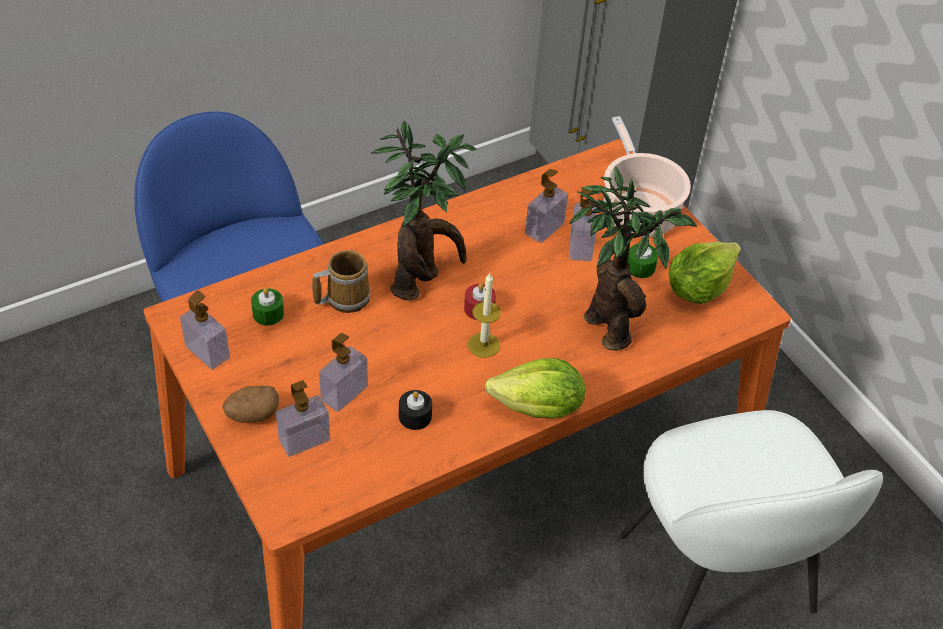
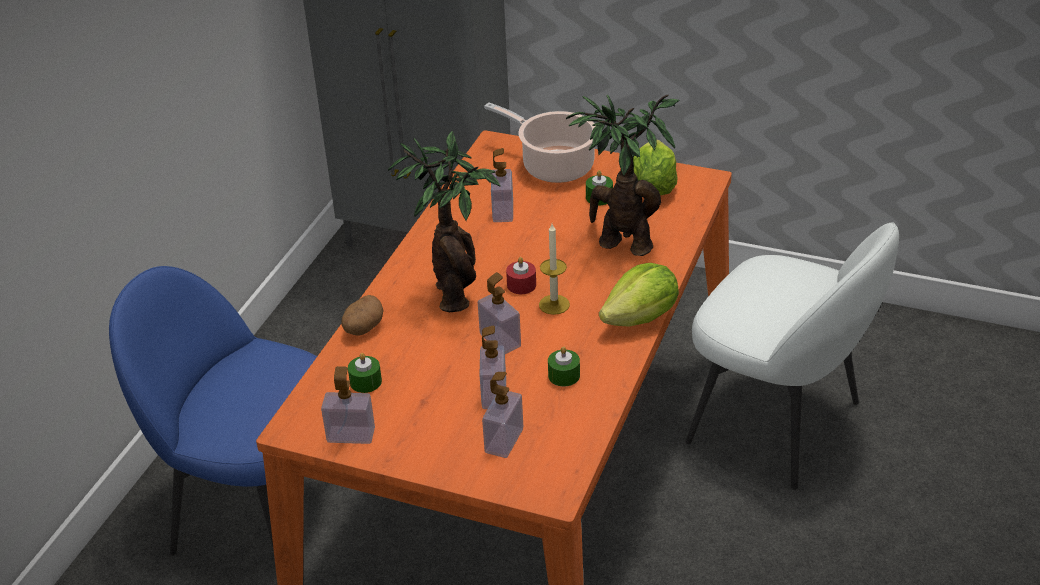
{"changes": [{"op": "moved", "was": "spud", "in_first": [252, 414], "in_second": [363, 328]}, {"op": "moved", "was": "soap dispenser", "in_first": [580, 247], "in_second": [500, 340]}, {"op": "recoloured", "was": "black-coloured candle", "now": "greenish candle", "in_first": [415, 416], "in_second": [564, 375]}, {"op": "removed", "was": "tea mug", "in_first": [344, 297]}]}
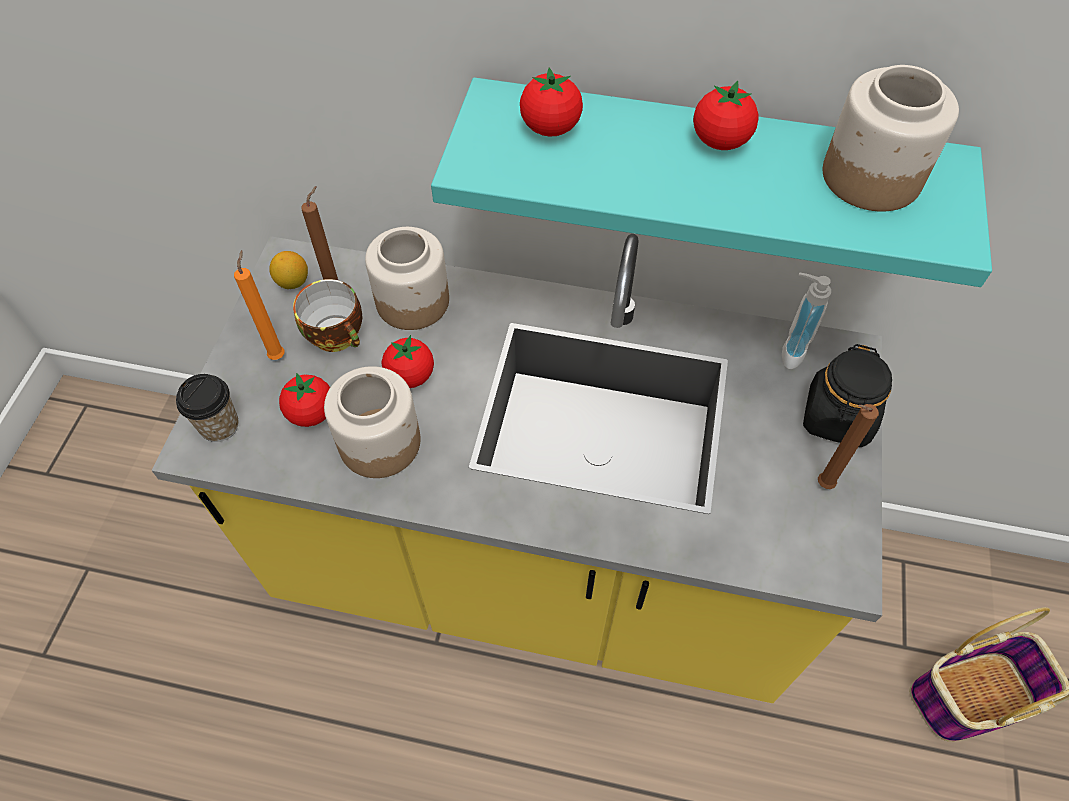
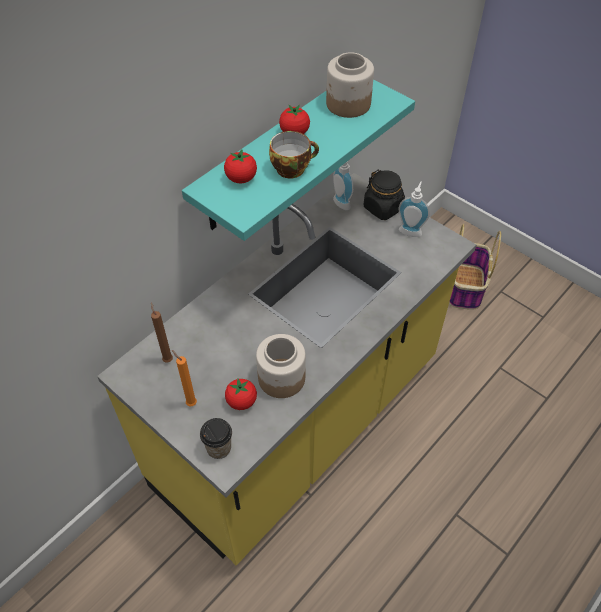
{"changes": [{"op": "moved", "was": "small cup", "in_first": [338, 335], "in_second": [292, 168]}, {"op": "replaced", "was": "brown candle", "now": "soap dispenser", "in_first": [821, 484], "in_second": [411, 230]}, {"op": "removed", "was": "lemon", "in_first": [293, 282]}, {"op": "removed", "was": "storage jar", "in_first": [413, 301]}, {"op": "removed", "was": "whole tomato", "in_first": [410, 376]}]}
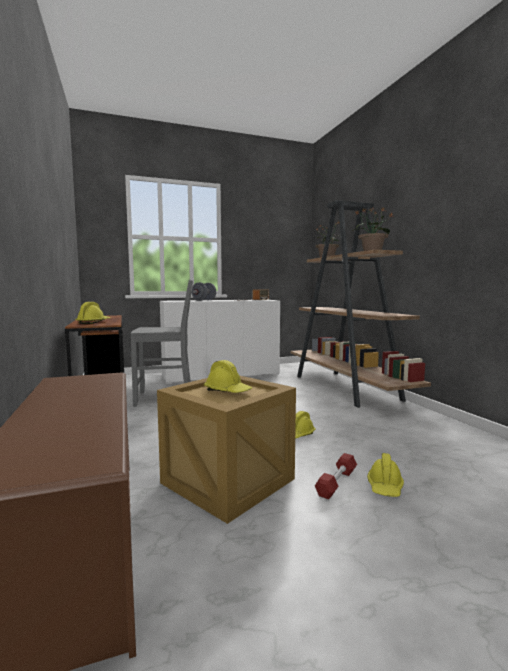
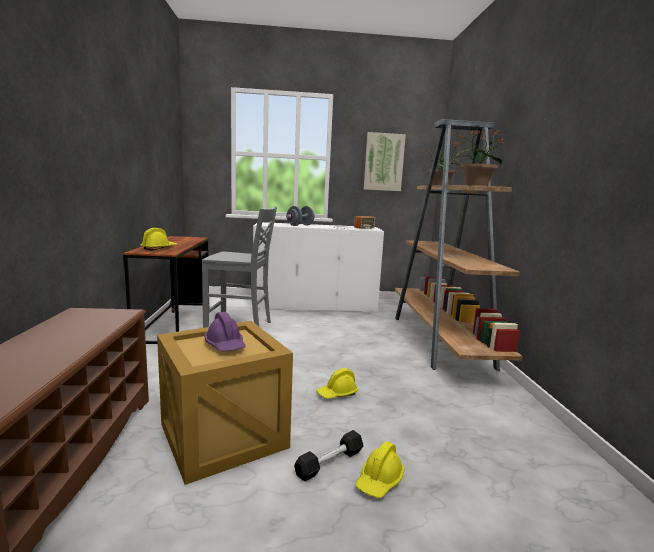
{"changes": [{"op": "recoloured", "was": "yellow-coloured hard hat", "now": "purple hard hat", "in_first": [228, 391], "in_second": [225, 345]}, {"op": "recoloured", "was": "red-coloured free weight", "now": "black-coloured free weight", "in_first": [336, 483], "in_second": [329, 463]}, {"op": "added", "now": "wall picture", "in_second": [383, 162]}]}
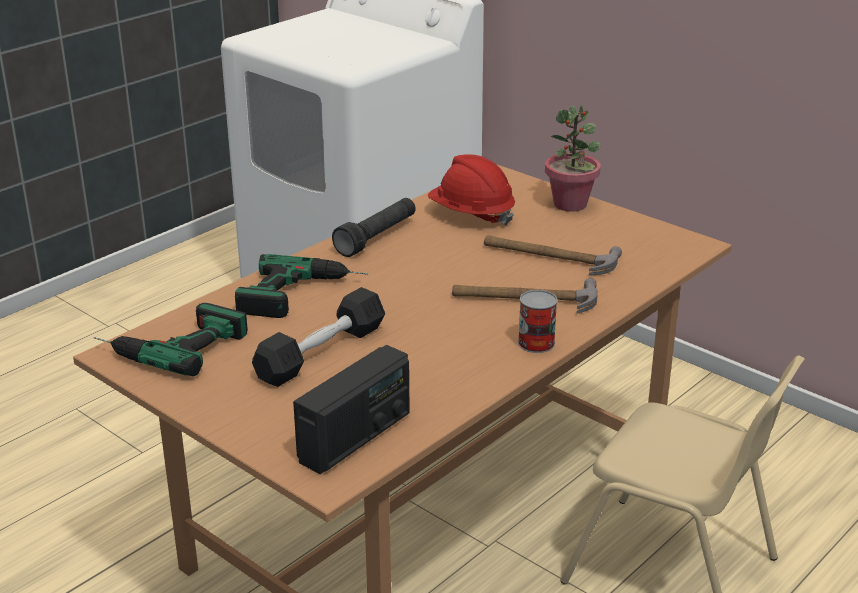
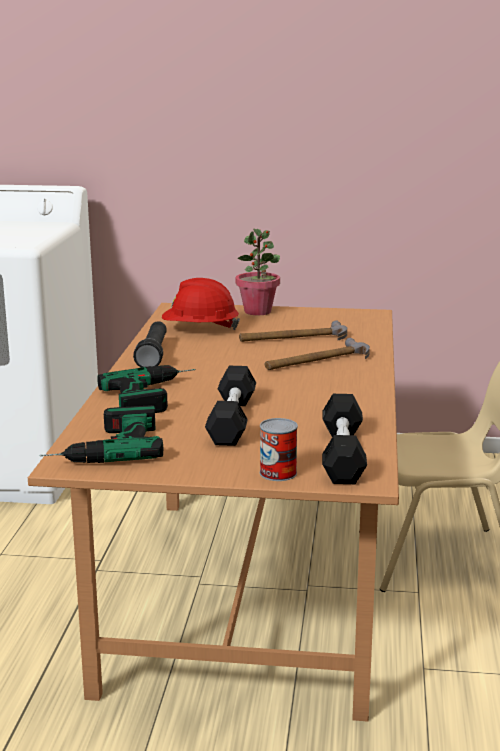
{"changes": [{"op": "moved", "was": "metal can", "in_first": [536, 343], "in_second": [278, 473]}, {"op": "replaced", "was": "radio receiver", "now": "black-coloured free weight", "in_first": [355, 437], "in_second": [342, 454]}]}
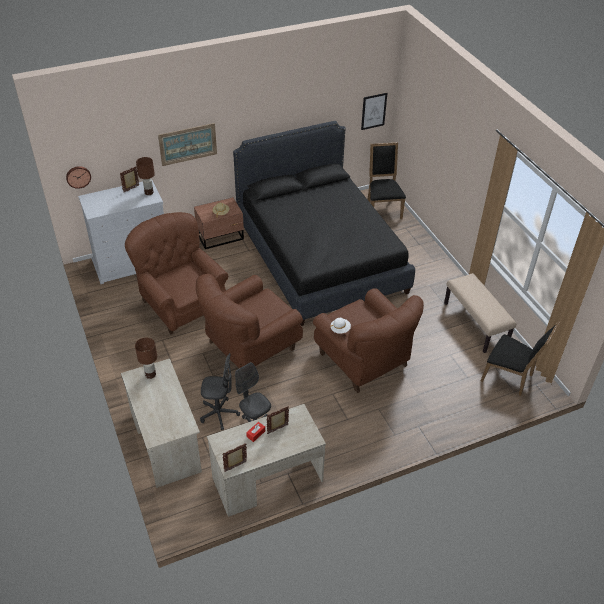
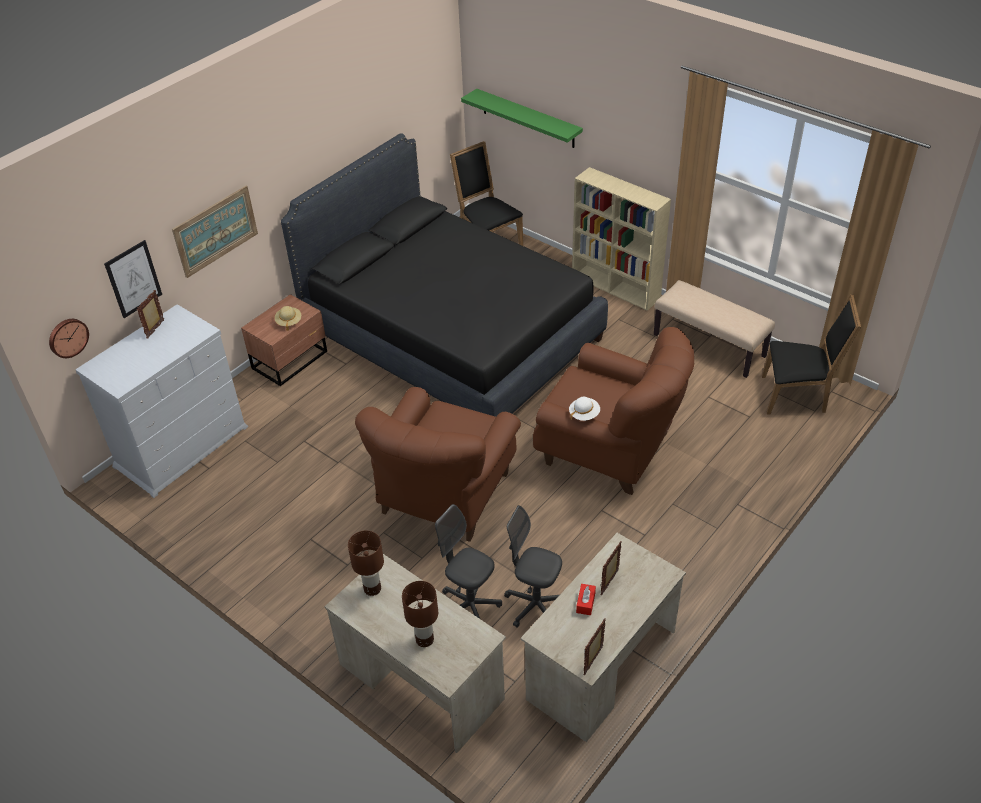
{"changes": [{"op": "moved", "was": "wall picture", "in_first": [373, 111], "in_second": [133, 279]}, {"op": "moved", "was": "brown lamp for a table", "in_first": [149, 192], "in_second": [424, 639]}, {"op": "turned", "was": "grey office chair", "in_first": [219, 414], "in_second": [469, 606], "clockwise": -120}, {"op": "added", "now": "greenish wall shelf", "in_second": [528, 118]}, {"op": "added", "now": "sand-coloured bookshelf", "in_second": [616, 287]}, {"op": "removed", "was": "brown easy chair", "in_first": [181, 304]}]}
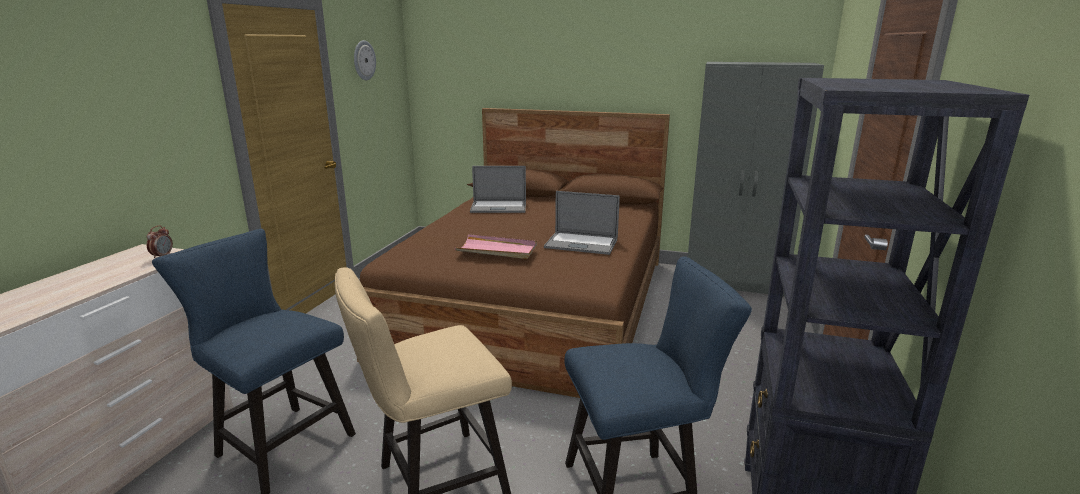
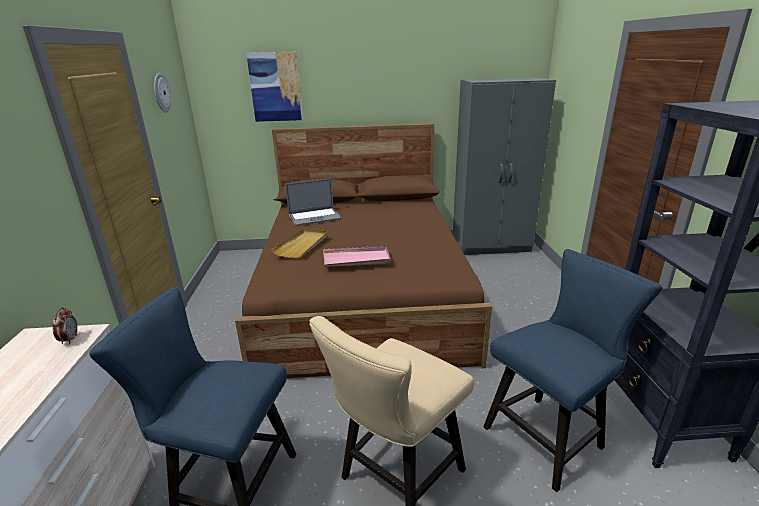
{"changes": [{"op": "added", "now": "wall picture", "in_second": [275, 87]}, {"op": "added", "now": "sand-coloured carrying tray", "in_second": [302, 245]}, {"op": "removed", "was": "laptop", "in_first": [581, 244]}]}
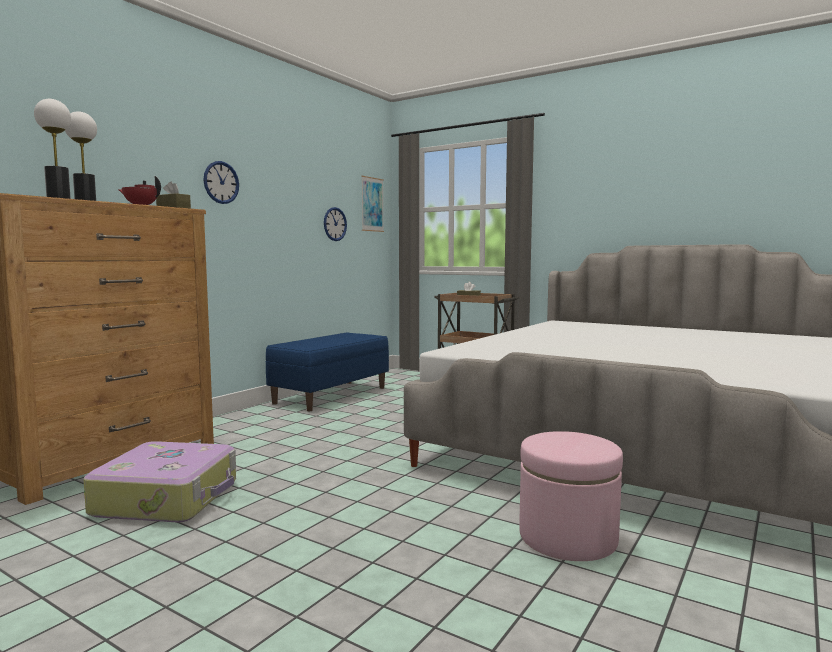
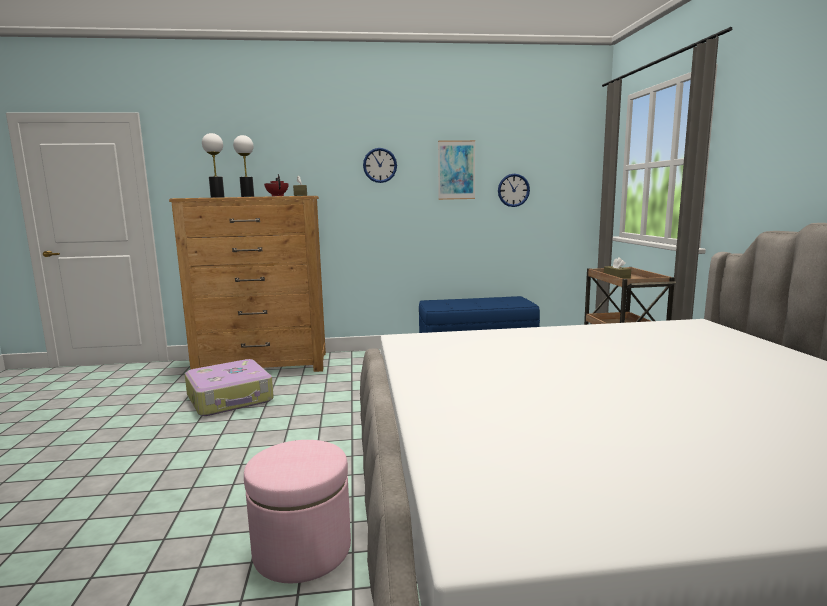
{"changes": [{"op": "moved", "was": "wall picture", "in_first": [372, 204], "in_second": [456, 170]}]}
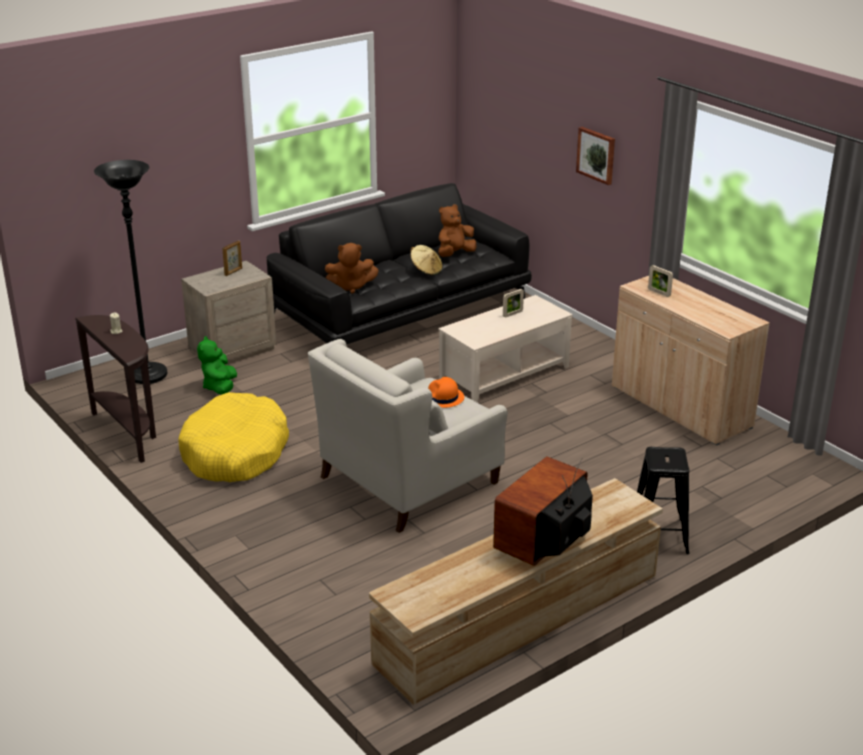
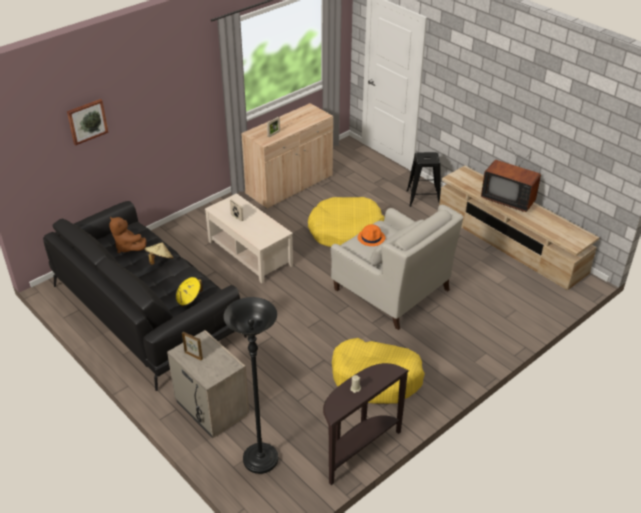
{"changes": [{"op": "moved", "was": "wall picture", "in_first": [596, 155], "in_second": [87, 121]}, {"op": "replaced", "was": "brown soft toy", "now": "yellow-coloured clothing hat", "in_first": [351, 287], "in_second": [189, 299]}, {"op": "added", "now": "yellow-coloured pet bed", "in_second": [345, 230]}, {"op": "removed", "was": "greenish soft toy", "in_first": [220, 387]}]}
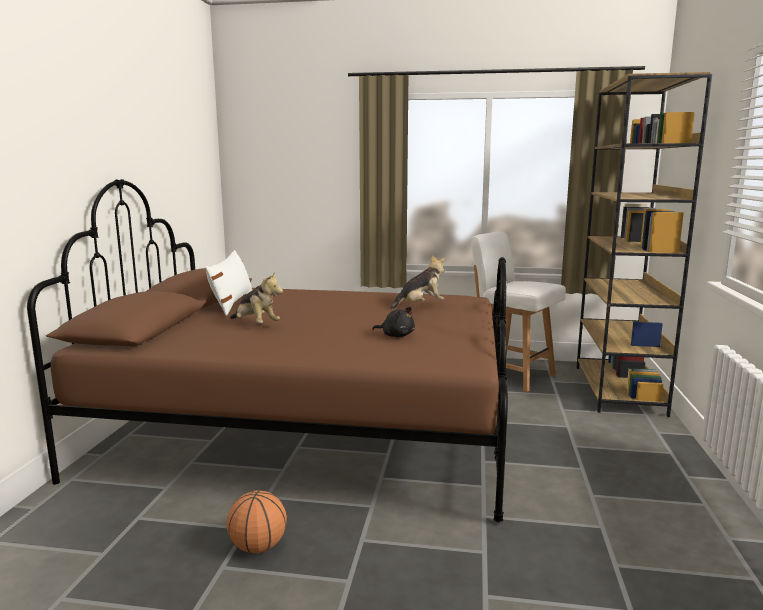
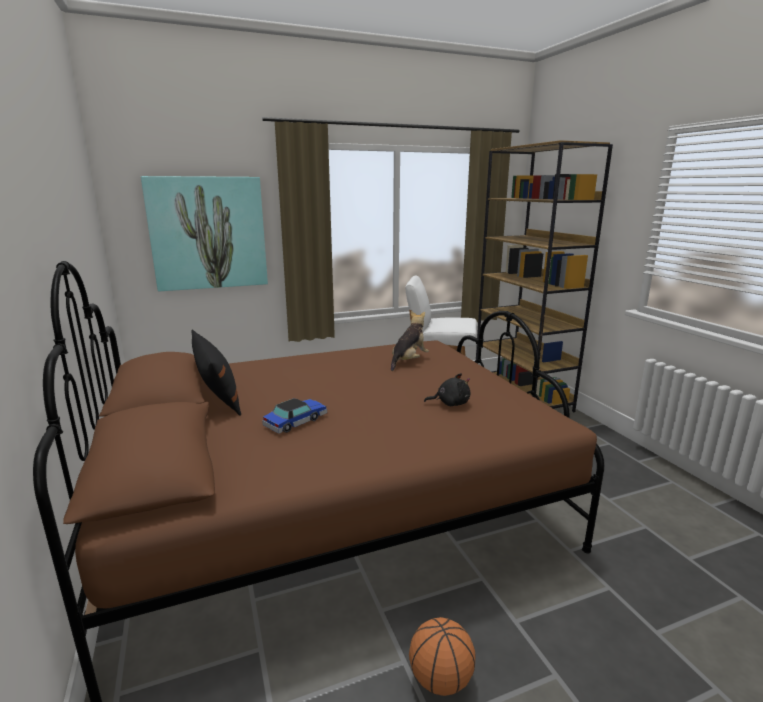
{"changes": [{"op": "added", "now": "wall picture", "in_second": [208, 233]}, {"op": "recoloured", "was": "white throw pillow", "now": "black-coloured throw pillow", "in_first": [232, 303], "in_second": [217, 395]}, {"op": "replaced", "was": "soft toy", "now": "miniature car", "in_first": [256, 324], "in_second": [295, 421]}]}
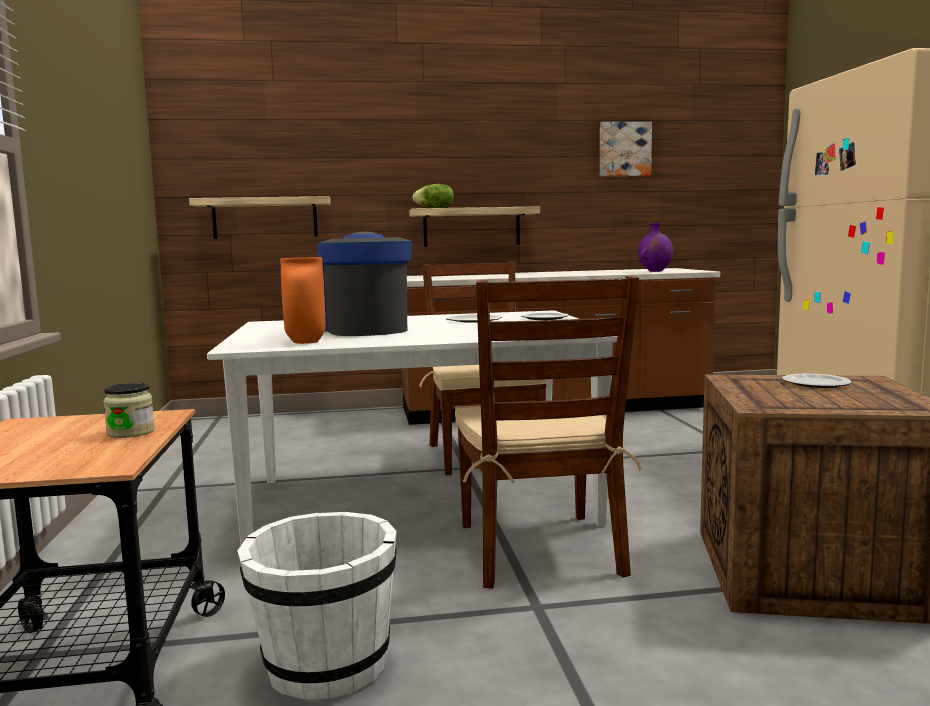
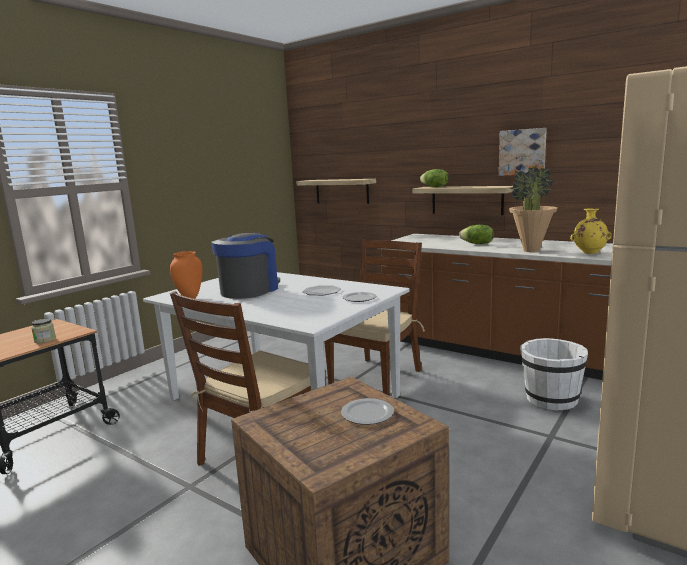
{"changes": [{"op": "added", "now": "lettuce head", "in_second": [477, 244]}, {"op": "moved", "was": "wall picture", "in_first": [624, 149], "in_second": [522, 152]}, {"op": "added", "now": "houseplant", "in_second": [531, 251]}, {"op": "moved", "was": "white water bucket", "in_first": [325, 666], "in_second": [550, 399]}, {"op": "recoloured", "was": "purple flower vase", "now": "yellow-coloured flower vase", "in_first": [655, 271], "in_second": [589, 253]}]}
